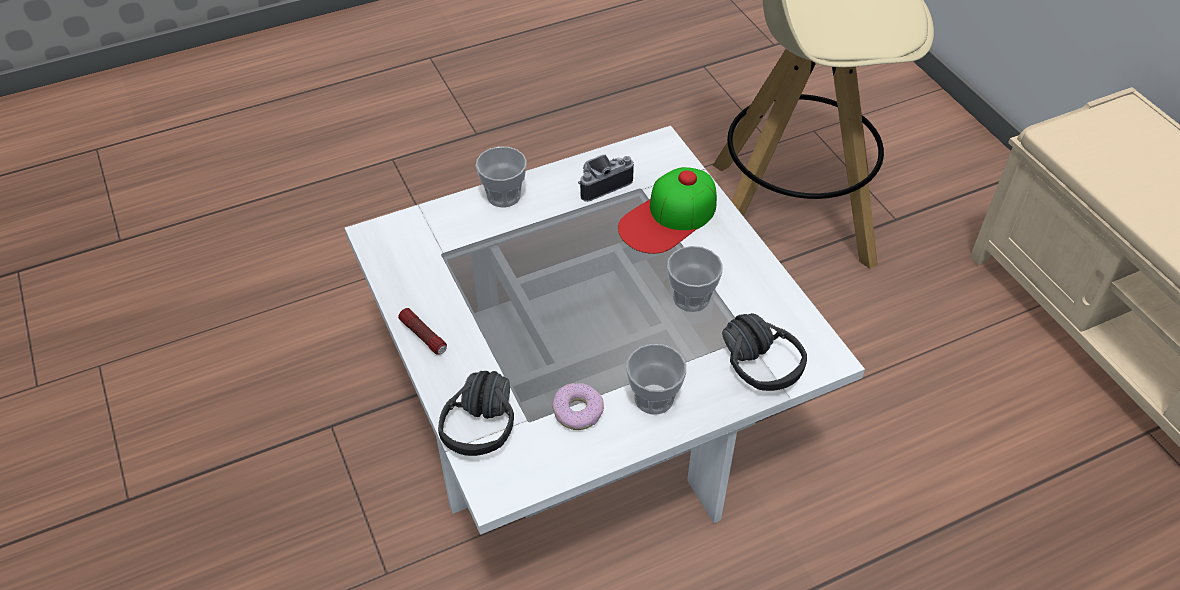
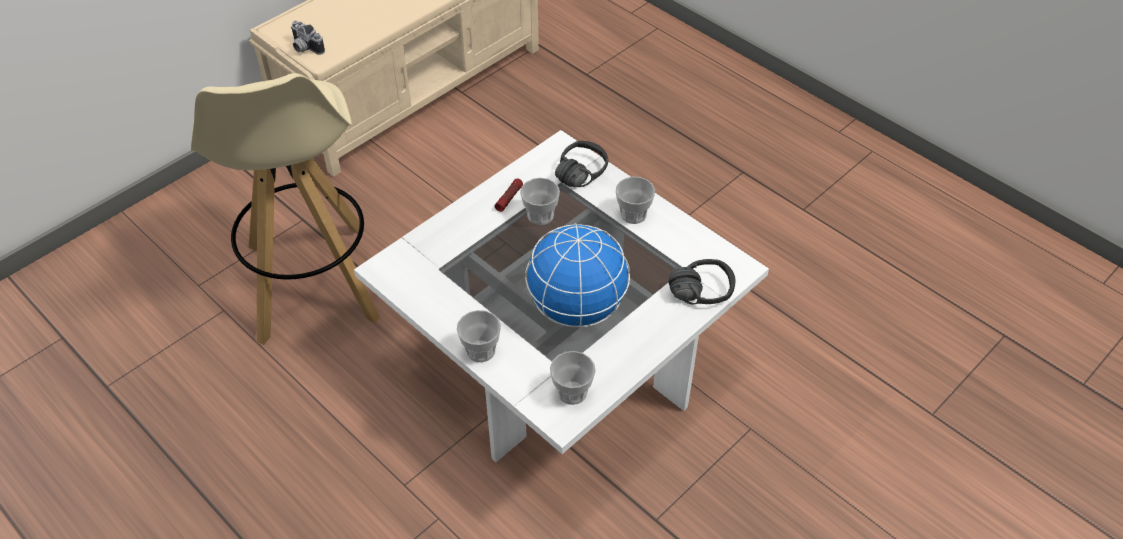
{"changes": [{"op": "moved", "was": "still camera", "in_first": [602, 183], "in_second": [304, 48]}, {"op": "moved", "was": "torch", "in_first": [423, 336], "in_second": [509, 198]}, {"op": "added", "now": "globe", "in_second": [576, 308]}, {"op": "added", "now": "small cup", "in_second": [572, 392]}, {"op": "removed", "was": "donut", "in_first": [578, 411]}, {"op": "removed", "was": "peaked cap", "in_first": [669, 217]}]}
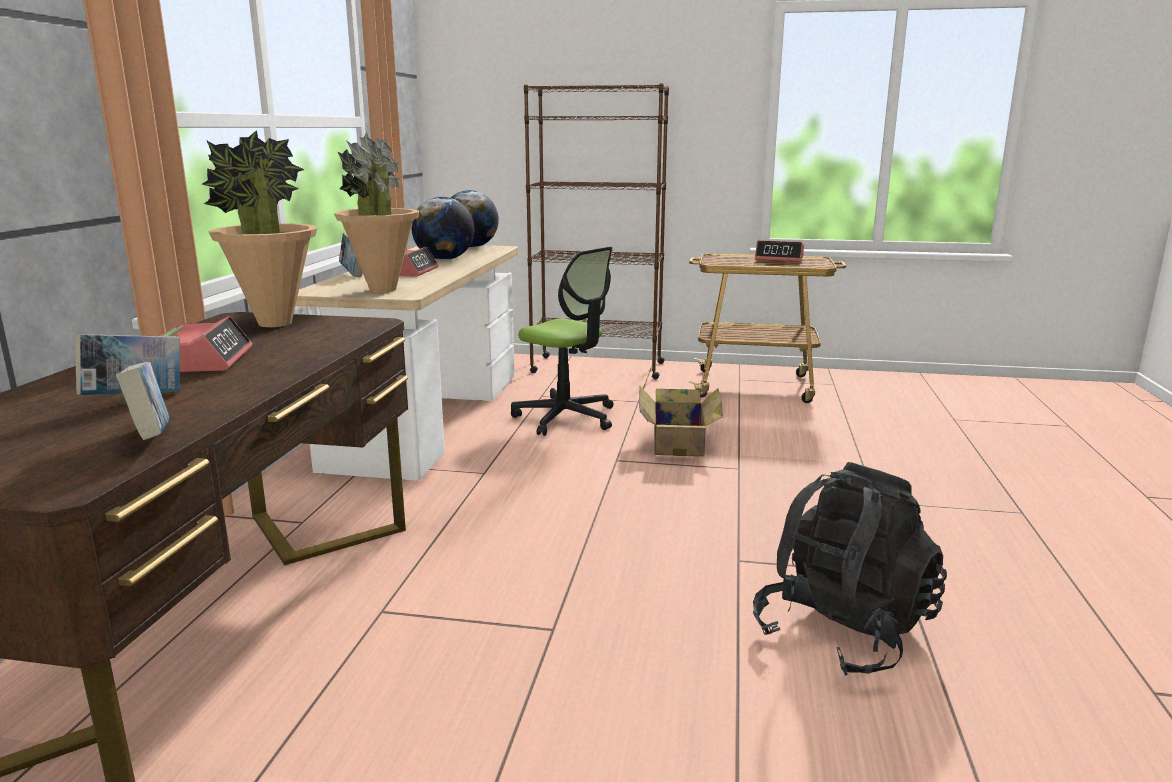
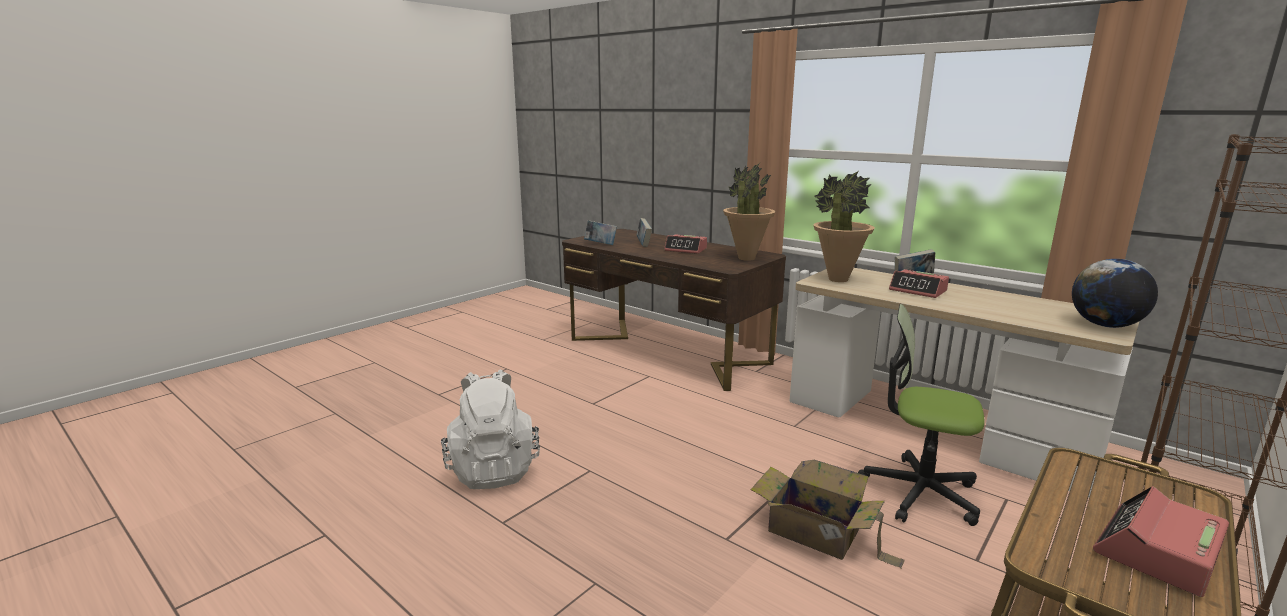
{"changes": [{"op": "recoloured", "was": "black-coloured rucksack", "now": "white rucksack", "in_first": [843, 632], "in_second": [493, 469]}, {"op": "turned", "was": "office chair", "in_first": [566, 417], "in_second": [919, 492], "clockwise": 45}, {"op": "removed", "was": "globe", "in_first": [444, 259]}]}
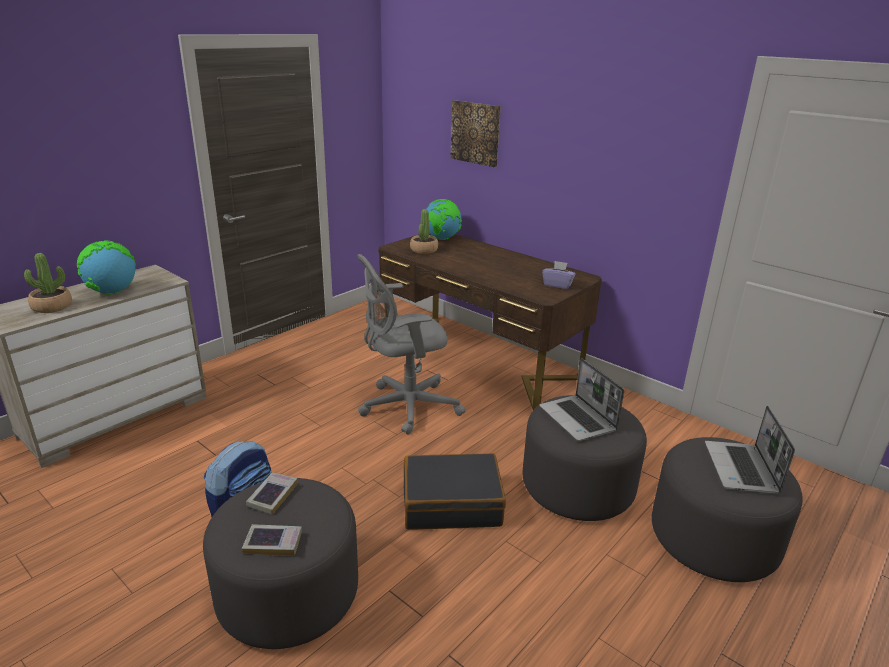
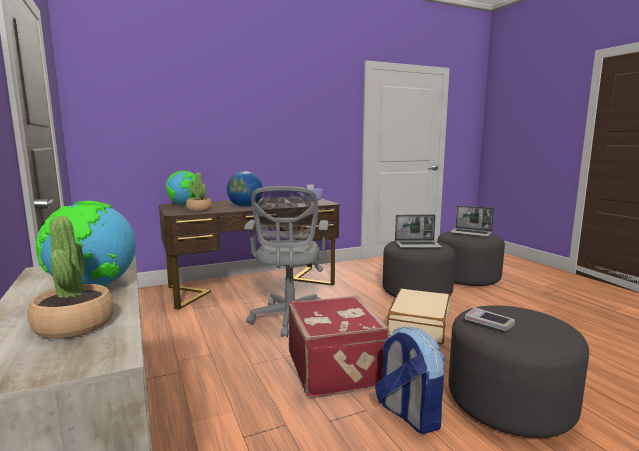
{"changes": [{"op": "added", "now": "globe", "in_second": [245, 207]}, {"op": "added", "now": "red-coloured suitcase", "in_second": [336, 369]}, {"op": "recoloured", "was": "black-coloured suitcase", "now": "sand-coloured suitcase", "in_first": [451, 503], "in_second": [418, 325]}, {"op": "removed", "was": "book", "in_first": [273, 543]}, {"op": "removed", "was": "wall picture", "in_first": [476, 133]}]}
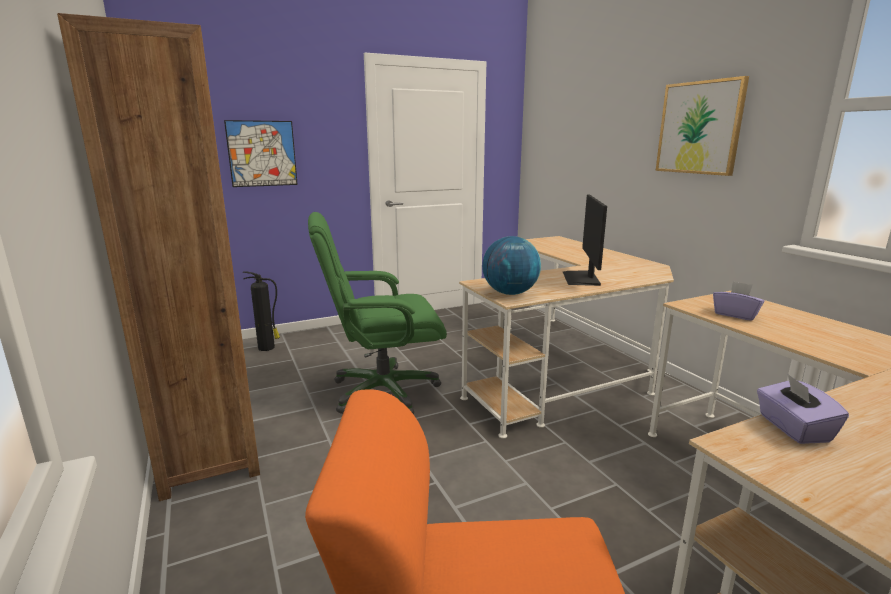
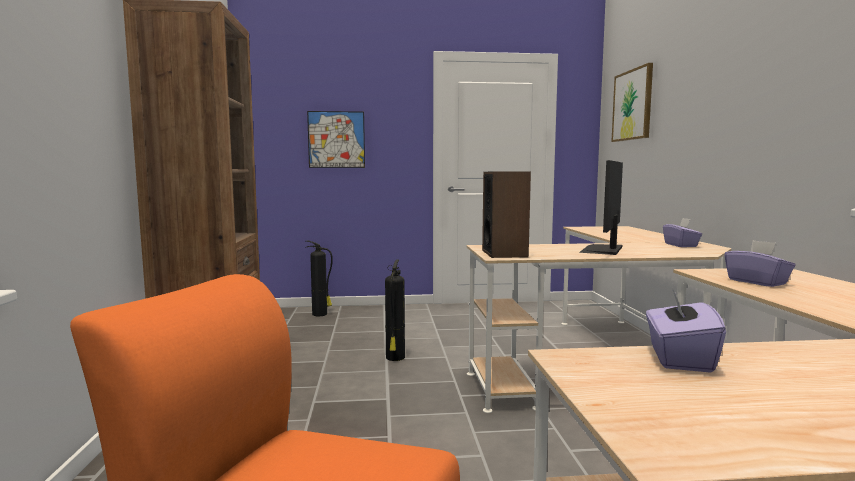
{"changes": [{"op": "replaced", "was": "greenish office chair", "now": "extinguisher", "in_first": [383, 391], "in_second": [395, 358]}, {"op": "replaced", "was": "globe", "now": "loudspeaker", "in_first": [510, 293], "in_second": [504, 253]}, {"op": "moved", "was": "wall picture", "in_first": [699, 128], "in_second": [632, 105]}, {"op": "added", "now": "purple box of tissues", "in_second": [681, 245]}]}
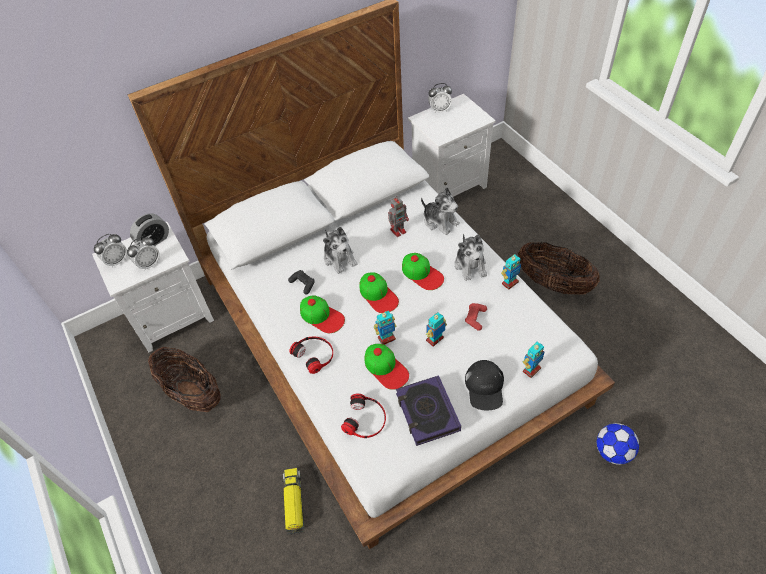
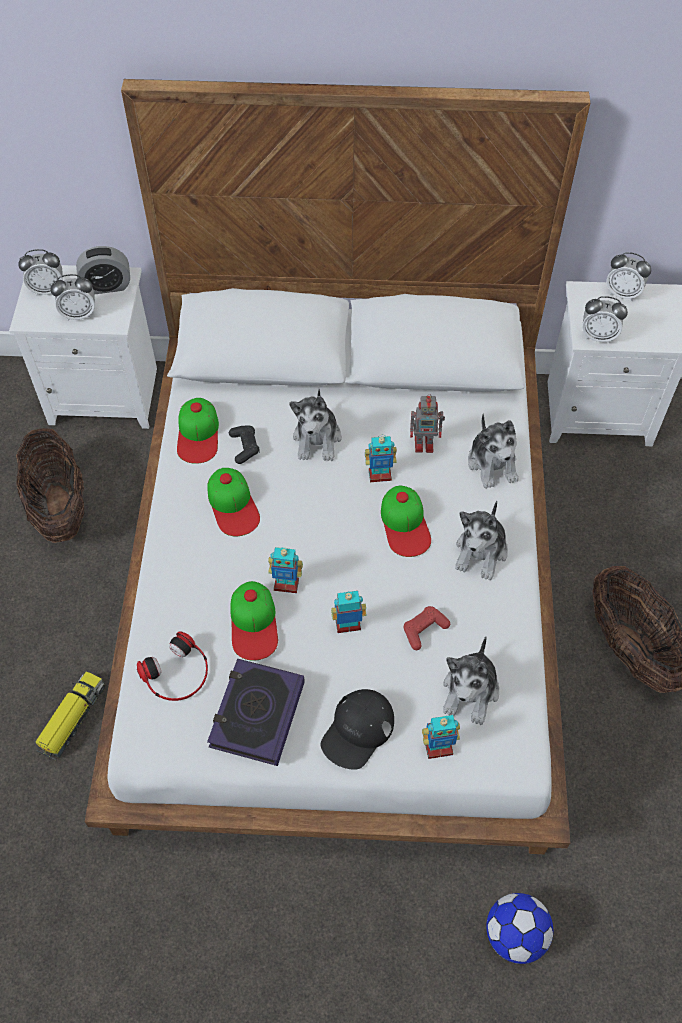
{"changes": [{"op": "moved", "was": "peaked cap", "in_first": [378, 295], "in_second": [198, 434]}, {"op": "moved", "was": "toy robot", "in_first": [509, 283], "in_second": [379, 475]}, {"op": "added", "now": "soft toy", "in_second": [470, 691]}, {"op": "added", "now": "table clock", "in_second": [598, 336]}, {"op": "removed", "was": "headset", "in_first": [314, 354]}]}
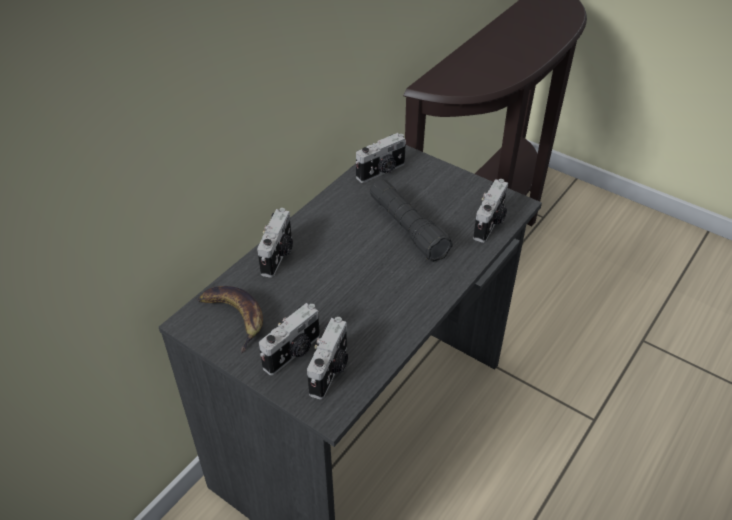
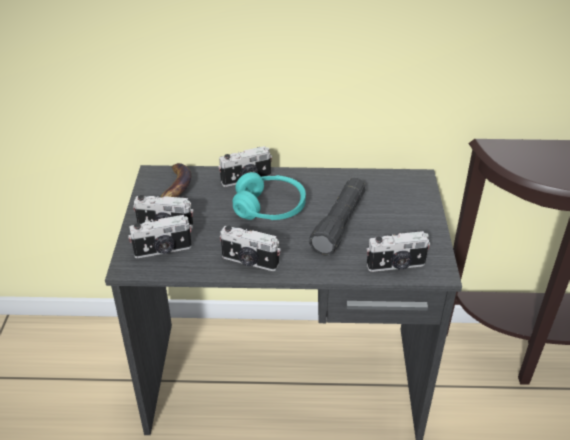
{"changes": [{"op": "moved", "was": "still camera", "in_first": [382, 171], "in_second": [249, 262]}, {"op": "added", "now": "turquoise-coloured headset", "in_second": [269, 208]}]}
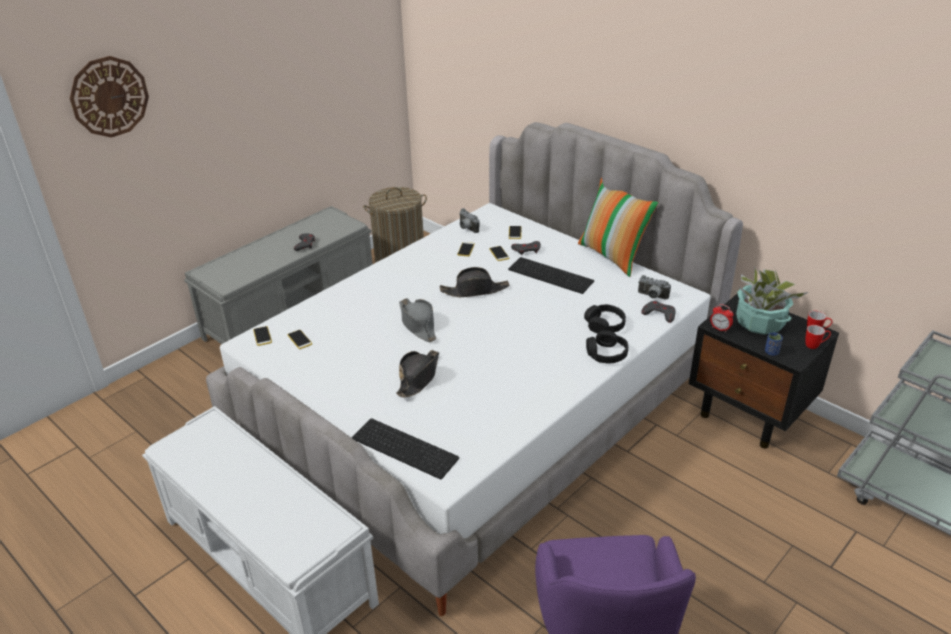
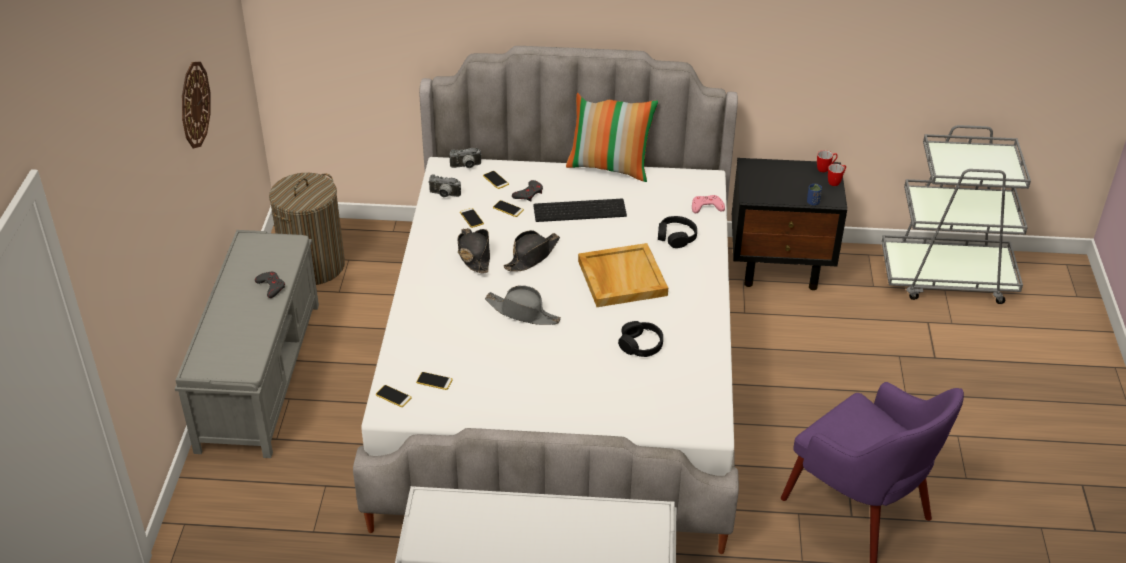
{"changes": [{"op": "moved", "was": "clock on the wall", "in_first": [109, 97], "in_second": [194, 104]}, {"op": "moved", "was": "still camera", "in_first": [652, 296], "in_second": [466, 167]}, {"op": "moved", "was": "black-coloured clothing hat", "in_first": [418, 377], "in_second": [474, 255]}, {"op": "added", "now": "sand-coloured carrying tray", "in_second": [621, 278]}, {"op": "moved", "was": "black-coloured headset", "in_first": [606, 354], "in_second": [641, 345]}, {"op": "recoloured", "was": "grey gamepad", "now": "pinkish gamepad", "in_first": [659, 314], "in_second": [706, 207]}, {"op": "removed", "was": "keyboard", "in_first": [407, 447]}, {"op": "removed", "was": "table clock", "in_first": [720, 329]}, {"op": "removed", "was": "houseplant", "in_first": [759, 322]}]}
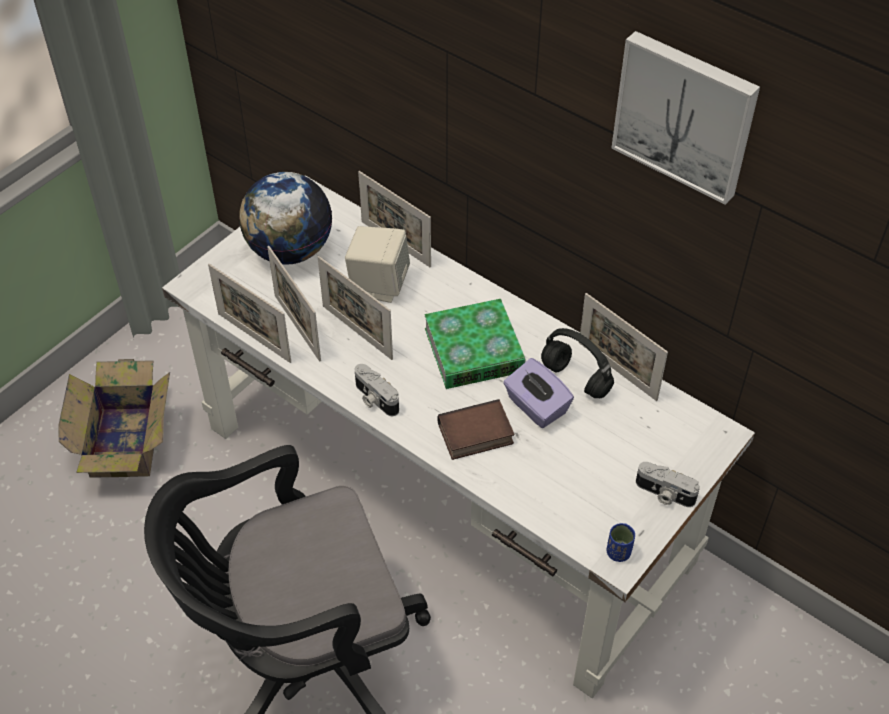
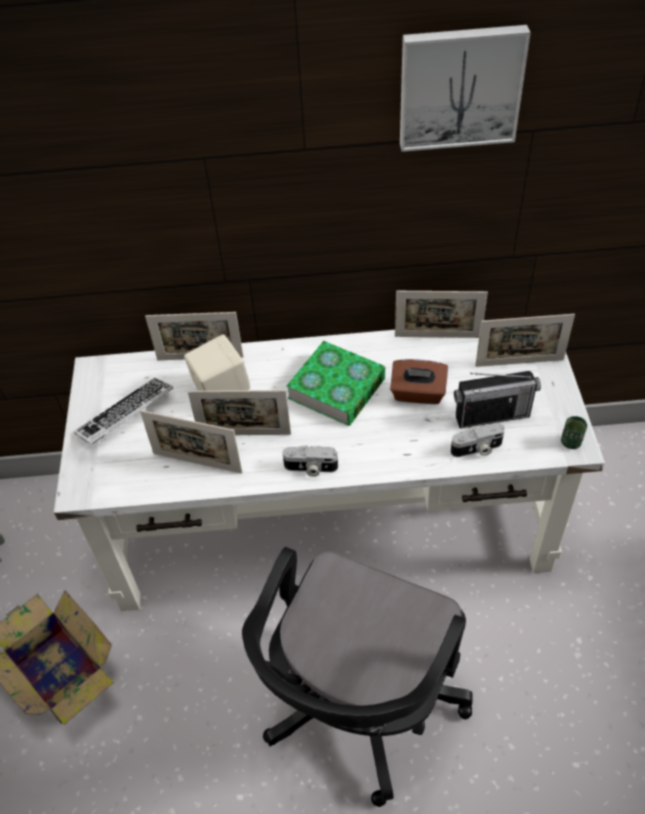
{"changes": [{"op": "replaced", "was": "globe", "now": "keyboard", "in_first": [289, 250], "in_second": [126, 415]}, {"op": "recoloured", "was": "purple box of tissues", "now": "brown box of tissues", "in_first": [536, 406], "in_second": [418, 394]}, {"op": "moved", "was": "still camera", "in_first": [664, 494], "in_second": [477, 449]}, {"op": "added", "now": "radio receiver", "in_second": [492, 416]}, {"op": "moved", "was": "picture frame", "in_first": [254, 337], "in_second": [519, 363]}, {"op": "recoloured", "was": "bluish small cup", "now": "greenish small cup", "in_first": [618, 552], "in_second": [571, 442]}, {"op": "removed", "was": "book", "in_first": [475, 435]}, {"op": "removed", "was": "black-coloured headset", "in_first": [577, 379]}]}
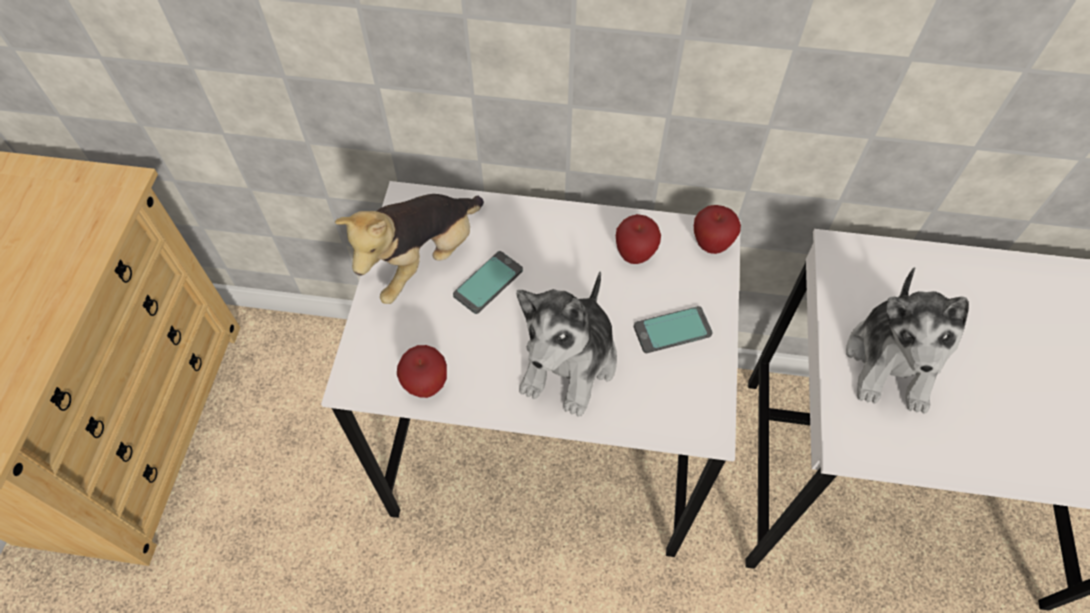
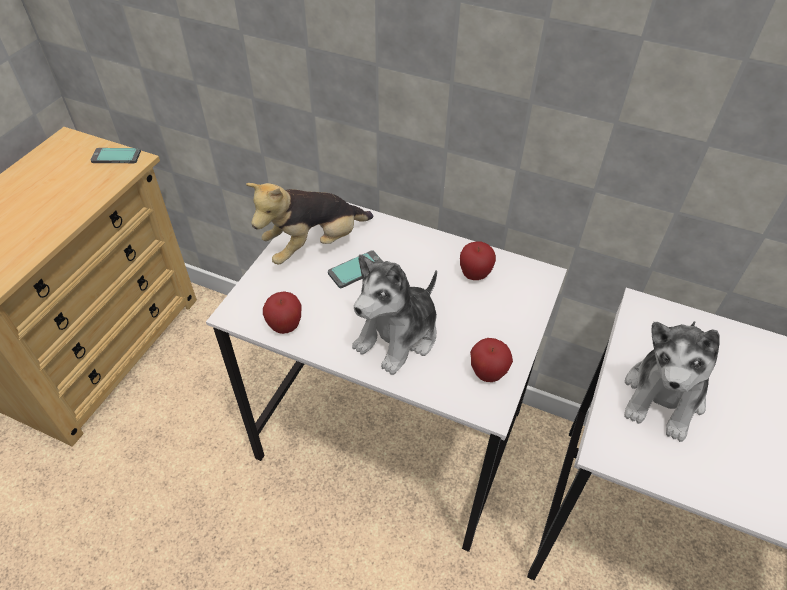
{"changes": [{"op": "moved", "was": "phone", "in_first": [672, 331], "in_second": [116, 157]}, {"op": "moved", "was": "apple", "in_first": [711, 244], "in_second": [487, 373]}]}
